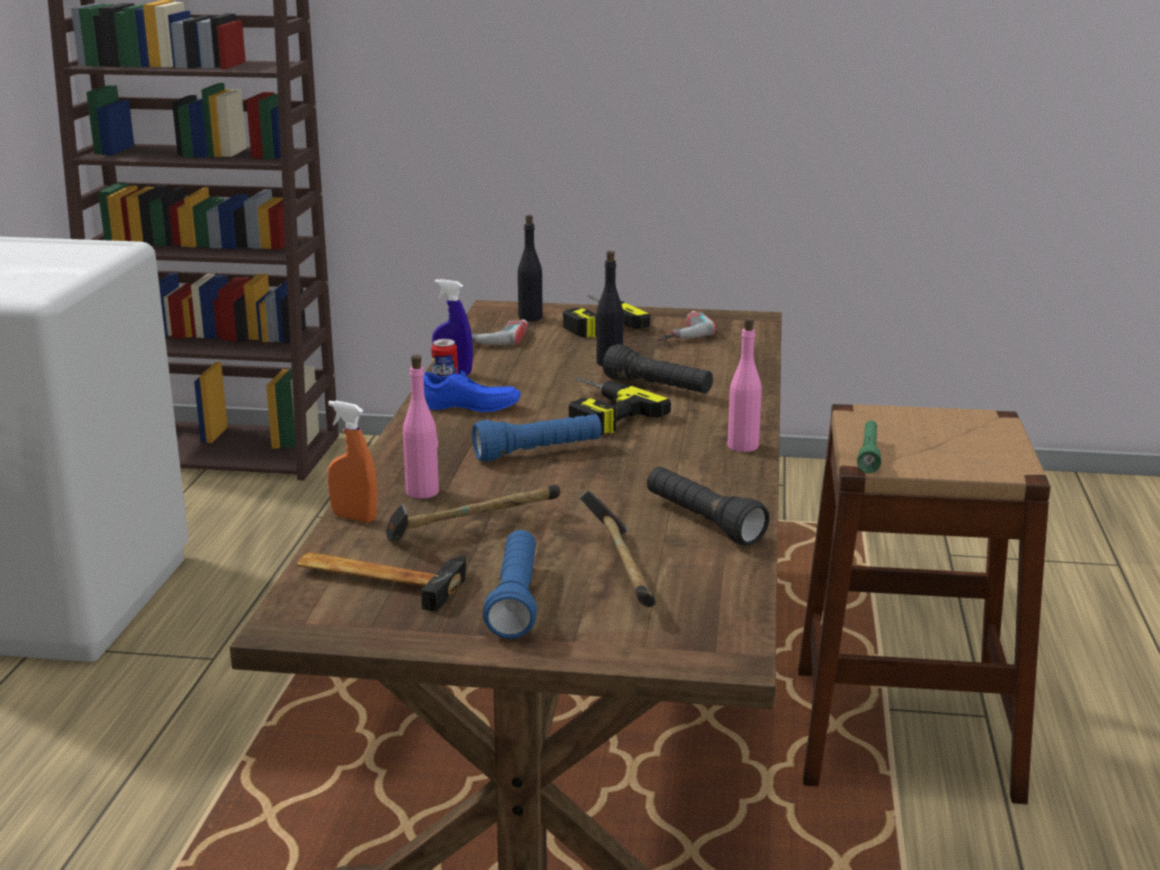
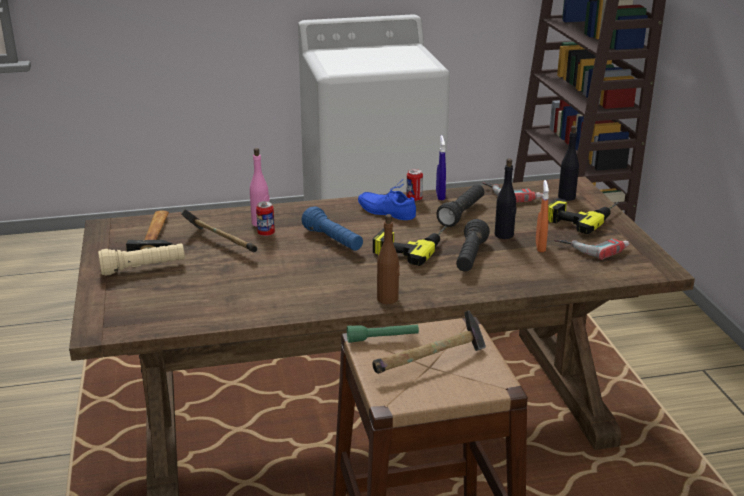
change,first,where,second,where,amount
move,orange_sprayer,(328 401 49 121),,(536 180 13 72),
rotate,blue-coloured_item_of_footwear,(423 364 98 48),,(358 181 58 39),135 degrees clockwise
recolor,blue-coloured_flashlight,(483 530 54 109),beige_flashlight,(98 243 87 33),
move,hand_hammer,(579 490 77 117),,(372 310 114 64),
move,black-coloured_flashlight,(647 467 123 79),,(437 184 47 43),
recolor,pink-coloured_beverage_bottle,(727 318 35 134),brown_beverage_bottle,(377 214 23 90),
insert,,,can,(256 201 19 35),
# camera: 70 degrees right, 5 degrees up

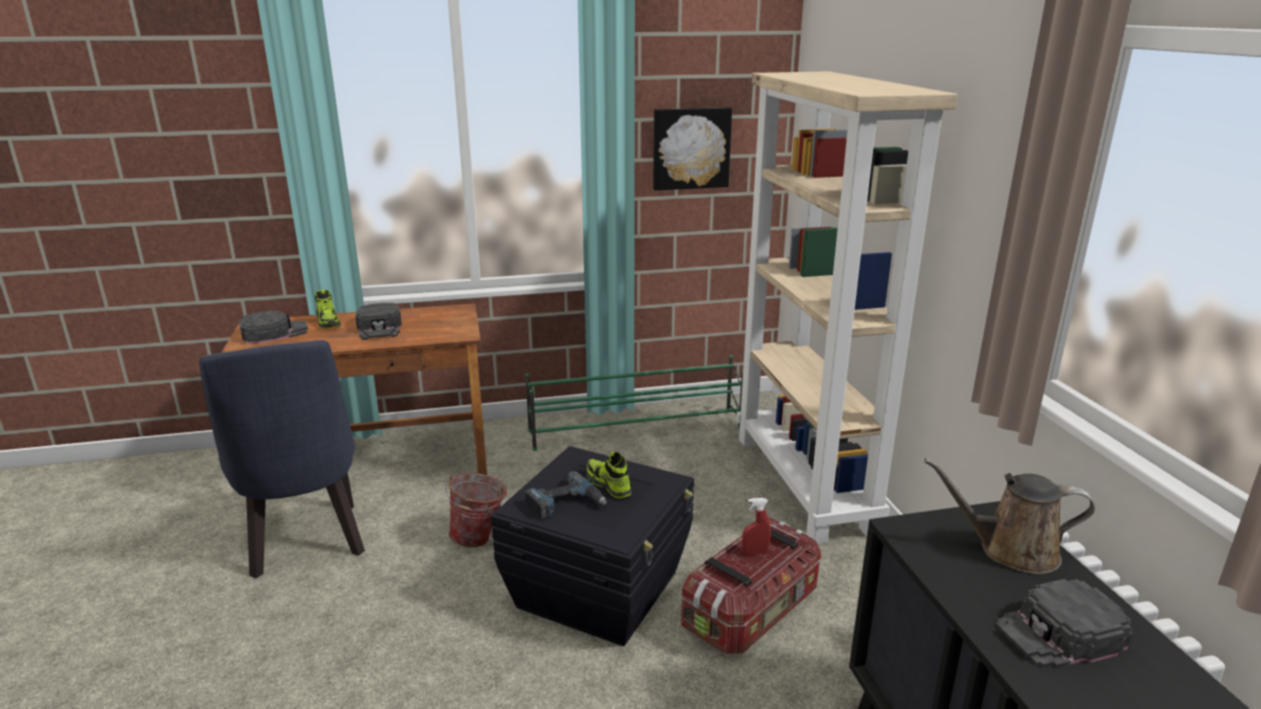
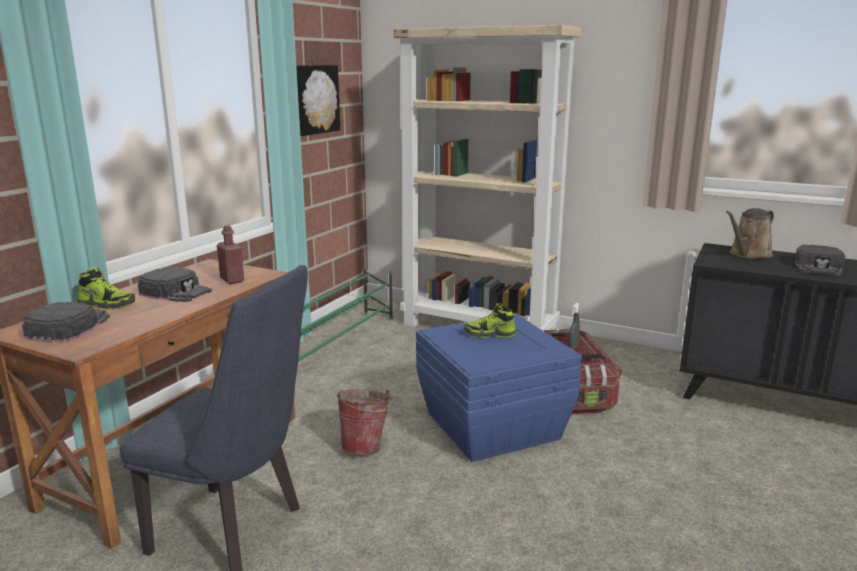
change,first,where,second,where,amount
recolor,black-coloured_storage_container,(491 446 203 200),blue-coloured_storage_container,(416 314 166 148),
delete,power_drill,(525 471 82 48),,,
recolor,red-coloured_sprayer,(742 498 29 57),gray_sprayer,(568 303 12 46),
insert,,,red-coloured_beverage_bottle,(217 225 27 59),
# camera: 50 degrees left, 5 degrees down

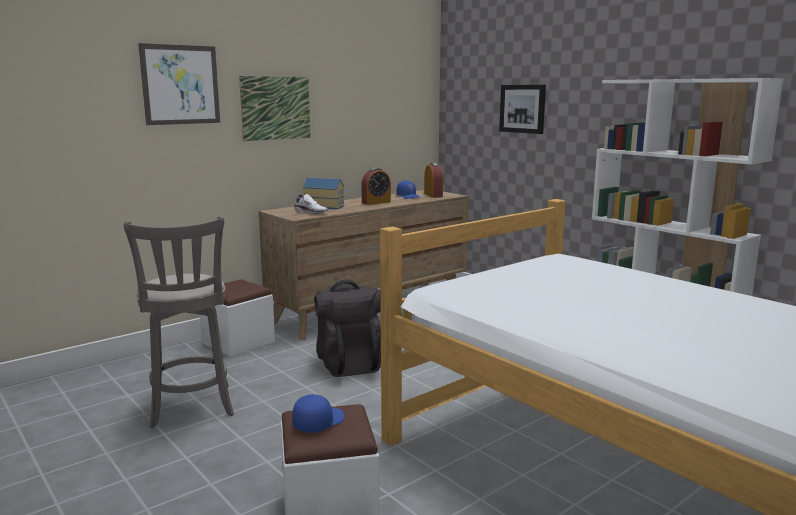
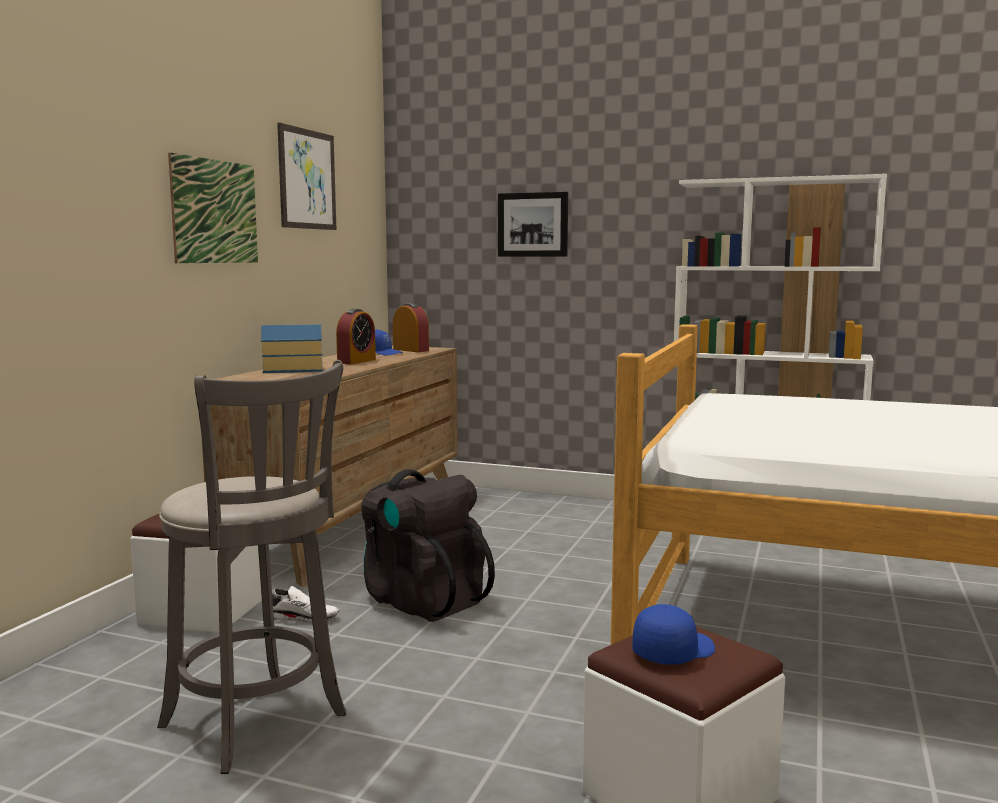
change,first,where,second,where,amount
move,wall_picture,(138 43 82 82),,(277 123 59 107),
rotate,blue-coloured_peaked_cap,(292 394 53 39),,(632 604 83 61),45 degrees clockwise
move,whitish_item_of_footwear,(294 194 34 20),,(272 586 68 38),
# camera: 30 degrees left, 5 degrees down

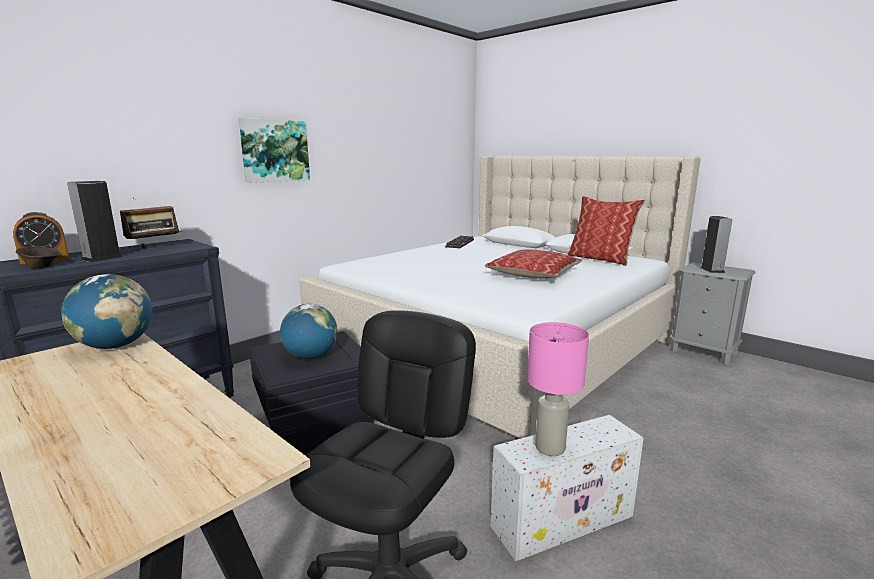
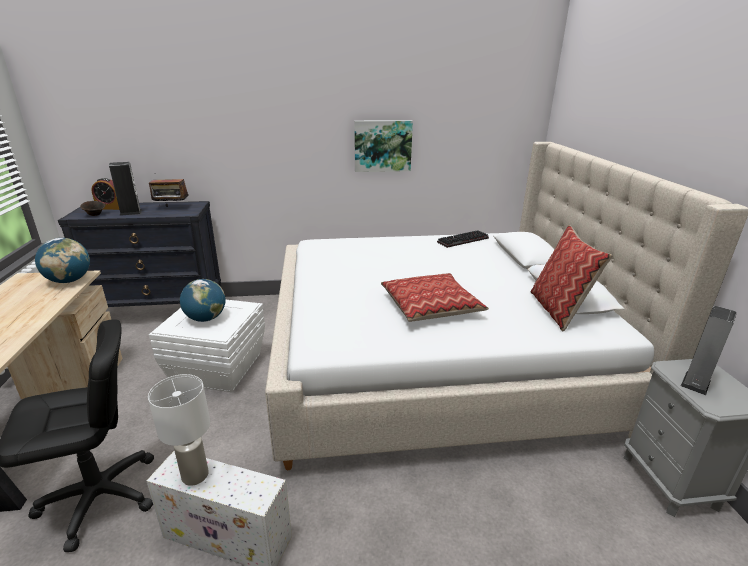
change,first,where,second,where,amount
move,wall_picture,(239 118 71 65),,(354 120 59 52),
recolor,black-coloured_storage_container,(249 331 125 124),whitish_storage_container,(149 300 116 92),
recolor,pink-coloured_table_lamp,(527 322 62 134),whitish_table_lamp,(148 374 62 112),
# camera: 40 degrees right, 10 degrees up

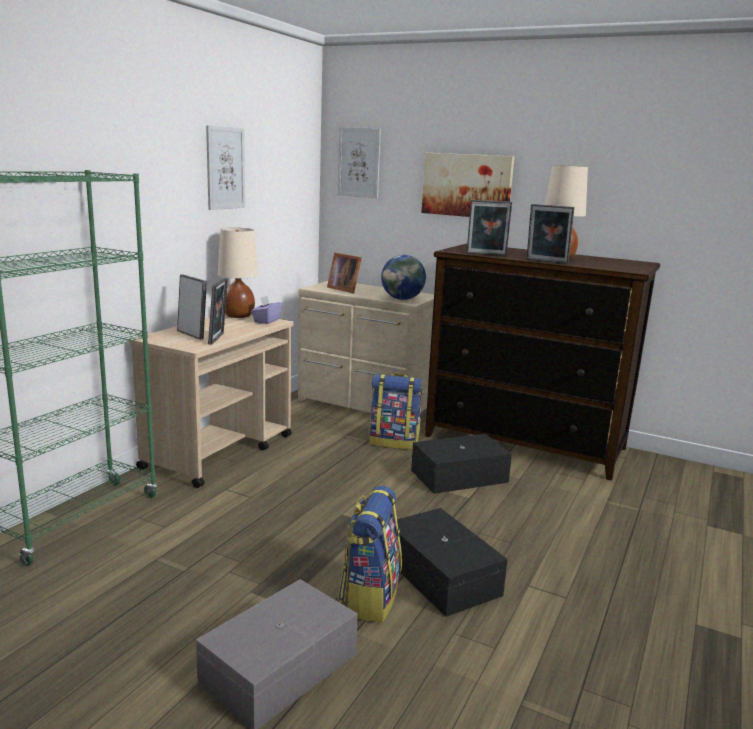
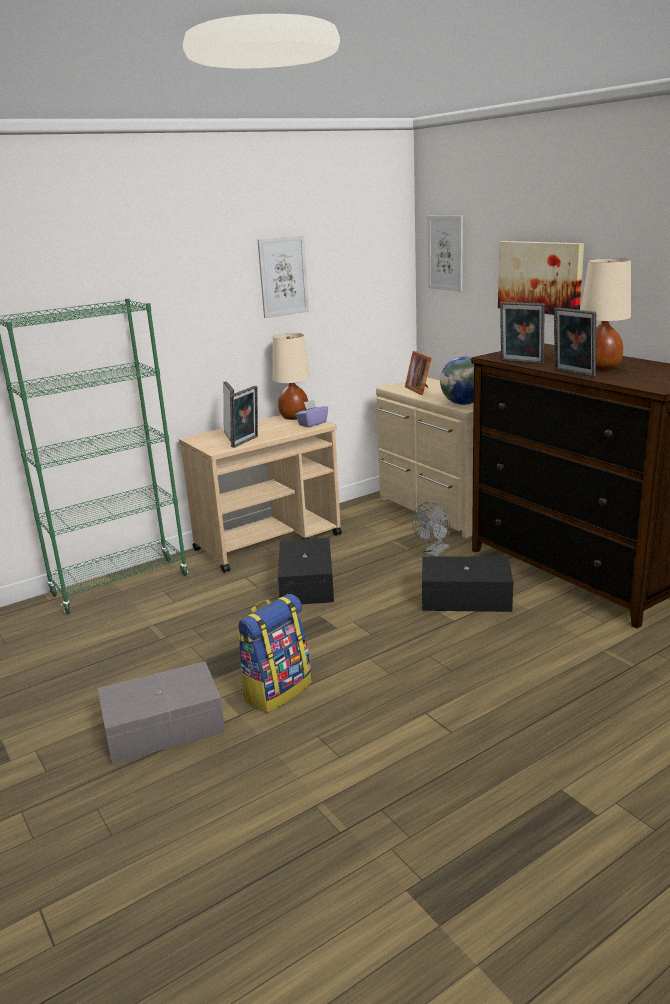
change,first,where,second,where,amount
replace,knapsack,(369 373 54 77),gray_fan,(412 502 38 54),
move,black-coloured_storage_container,(397 508 111 109),,(278 538 56 66),
# camera: 30 degrees right, 5 degrees up

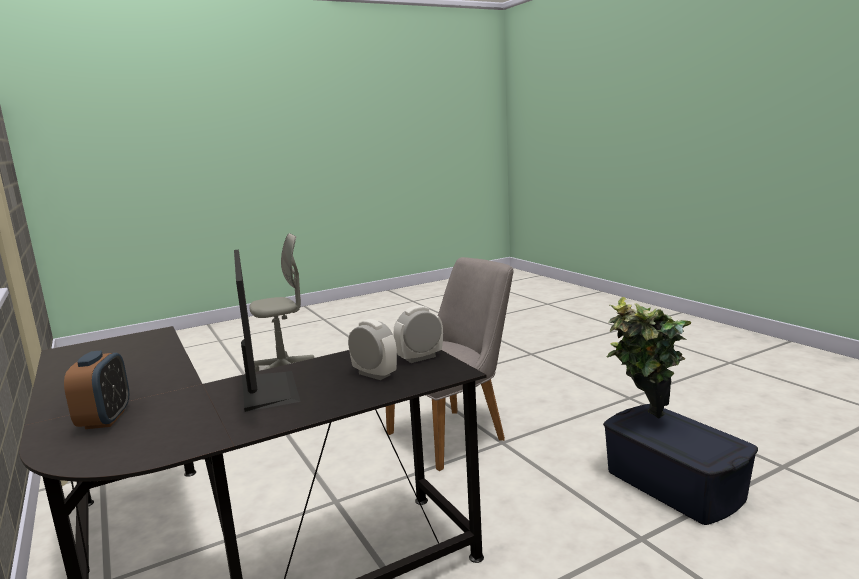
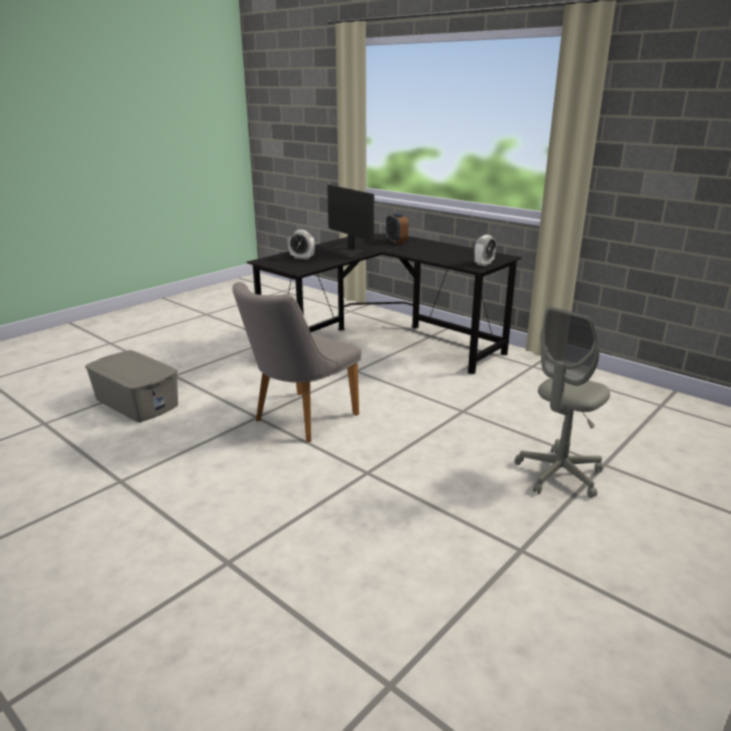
change,first,where,second,where,amount
move,bedside_clock,(394 305 49 58),,(474 235 23 31),
recolor,blue-coloured_storage_container,(603 404 155 121),gray_storage_container,(85 350 93 72),
delete,potted_plant,(607 297 85 122),,,
# camera: 160 degrees right, 10 degrees up

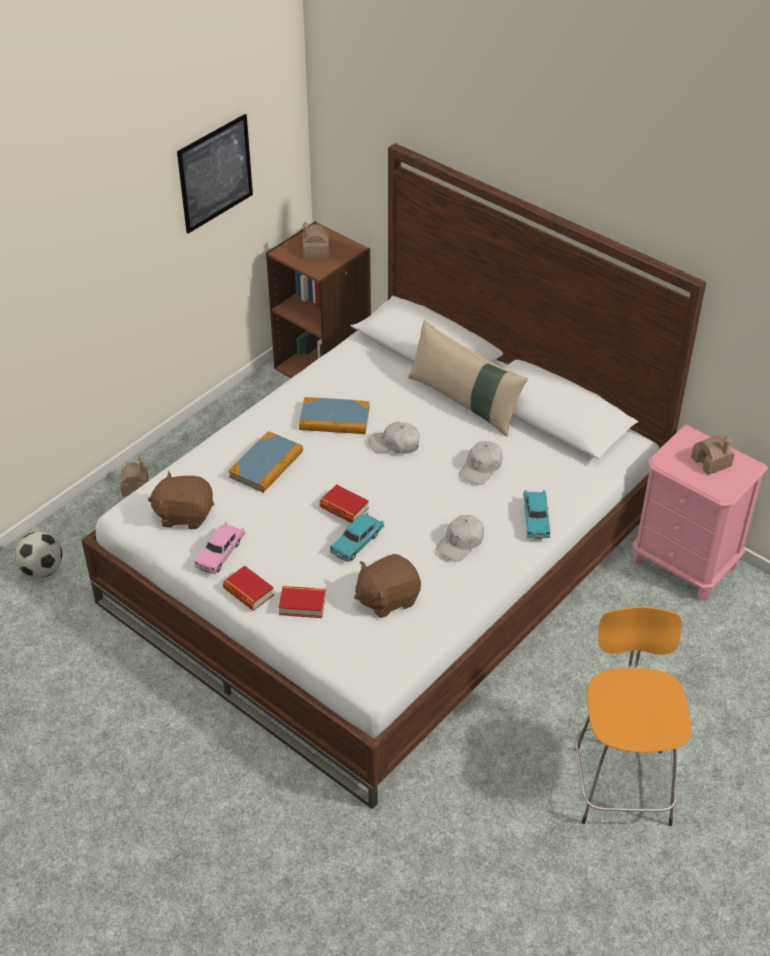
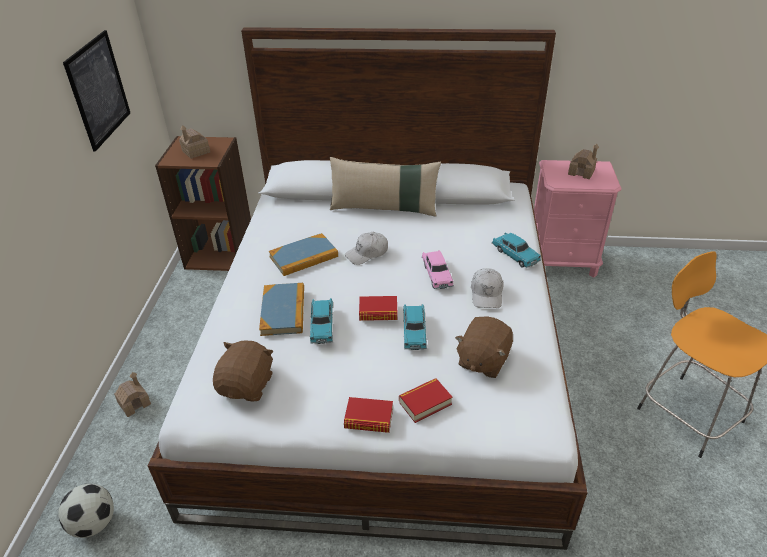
change,first,where,second,where,amount
rotate,brown_plush_toy,(148 471 66 58),,(213 340 61 62),135 degrees clockwise
move,pink-coloured_model_car,(194 522 51 52),,(422 250 32 39),
delete,whitish_peaked_cap,(459 441 43 44),,,
insert,,,turquoise_model_car,(310 298 23 46),
# camera: 35 degrees left, 5 degrees down

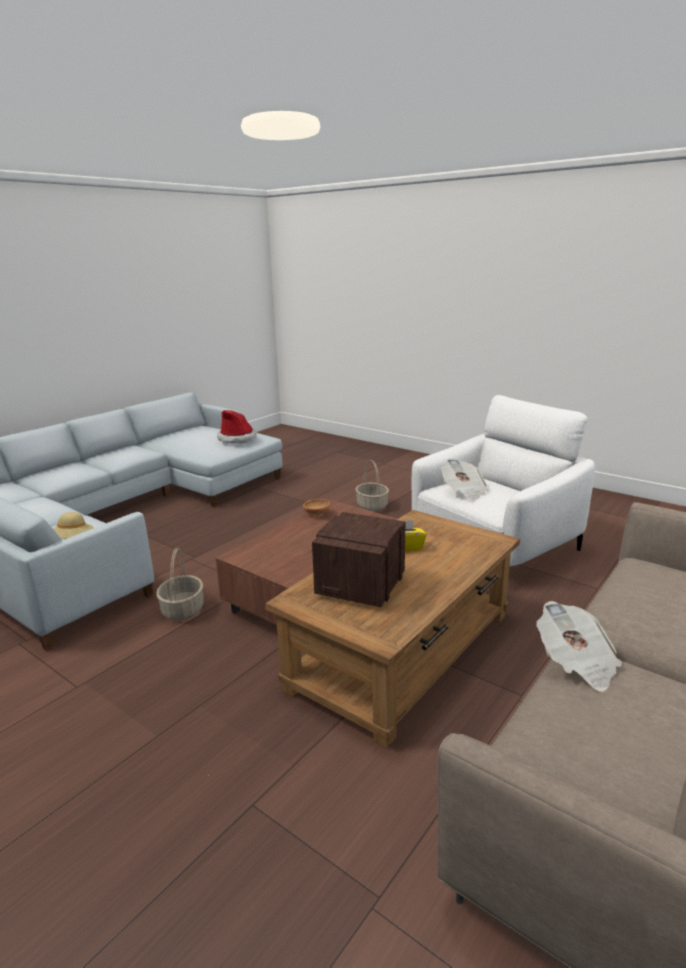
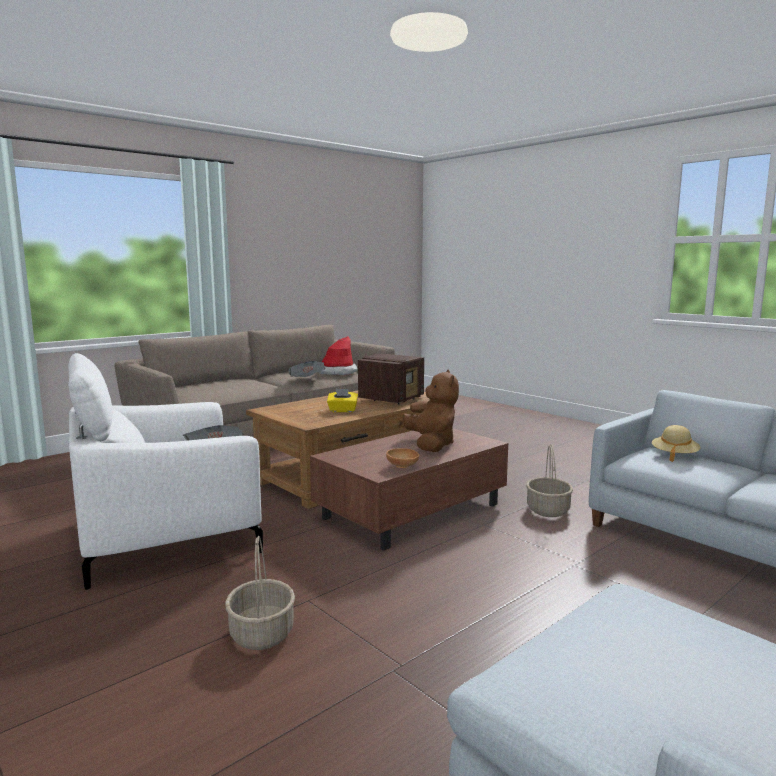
change,first,where,second,where,amount
move,wearable_hat,(217 410 40 34),,(319 336 38 39),
insert,,,brown_plush_toy,(403 370 56 82),
# camera: 170 degrees left, 10 degrees down

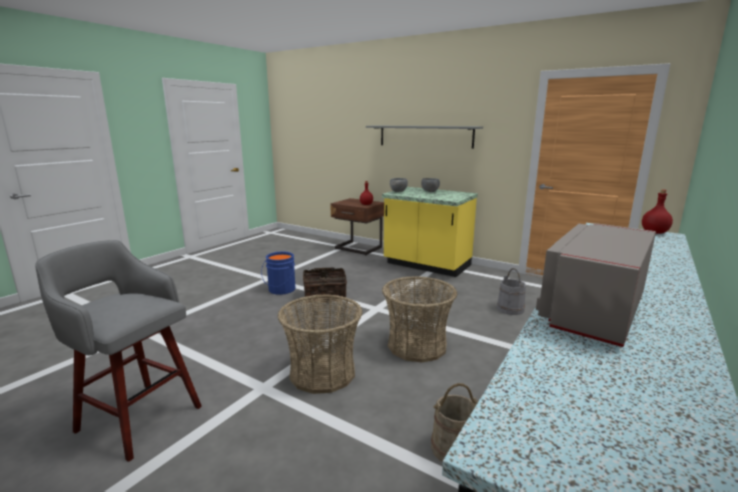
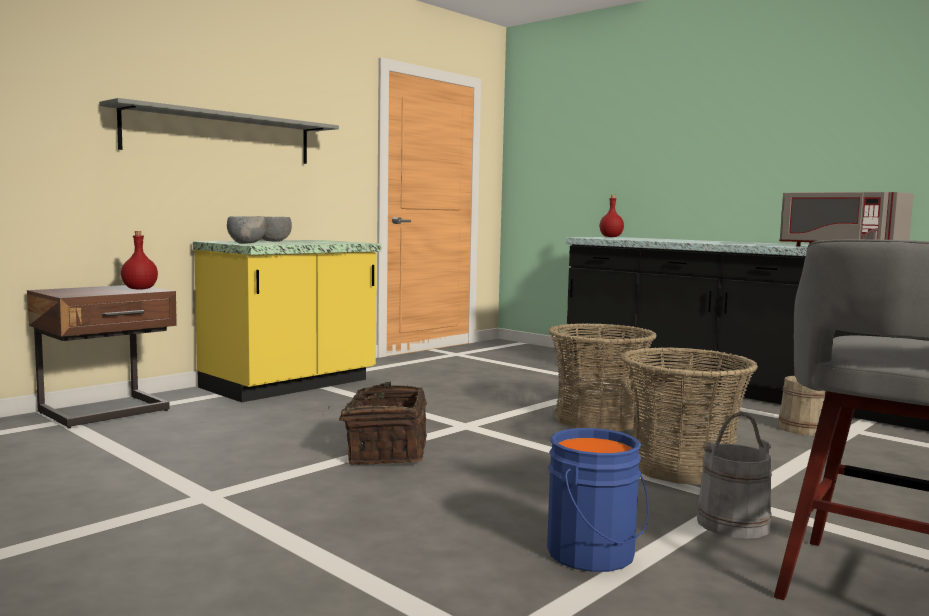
change,first,where,second,where,amount
move,blue-coloured_bucket,(261 251 35 44),,(547 428 102 144),
move,gray_bucket,(497 268 29 47),,(697 412 75 127),
# camera: 80 degrees left, 10 degrees down

